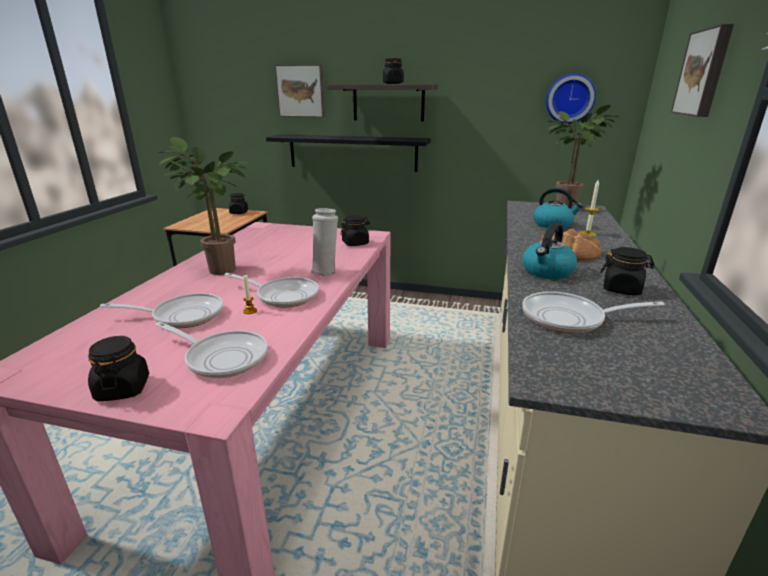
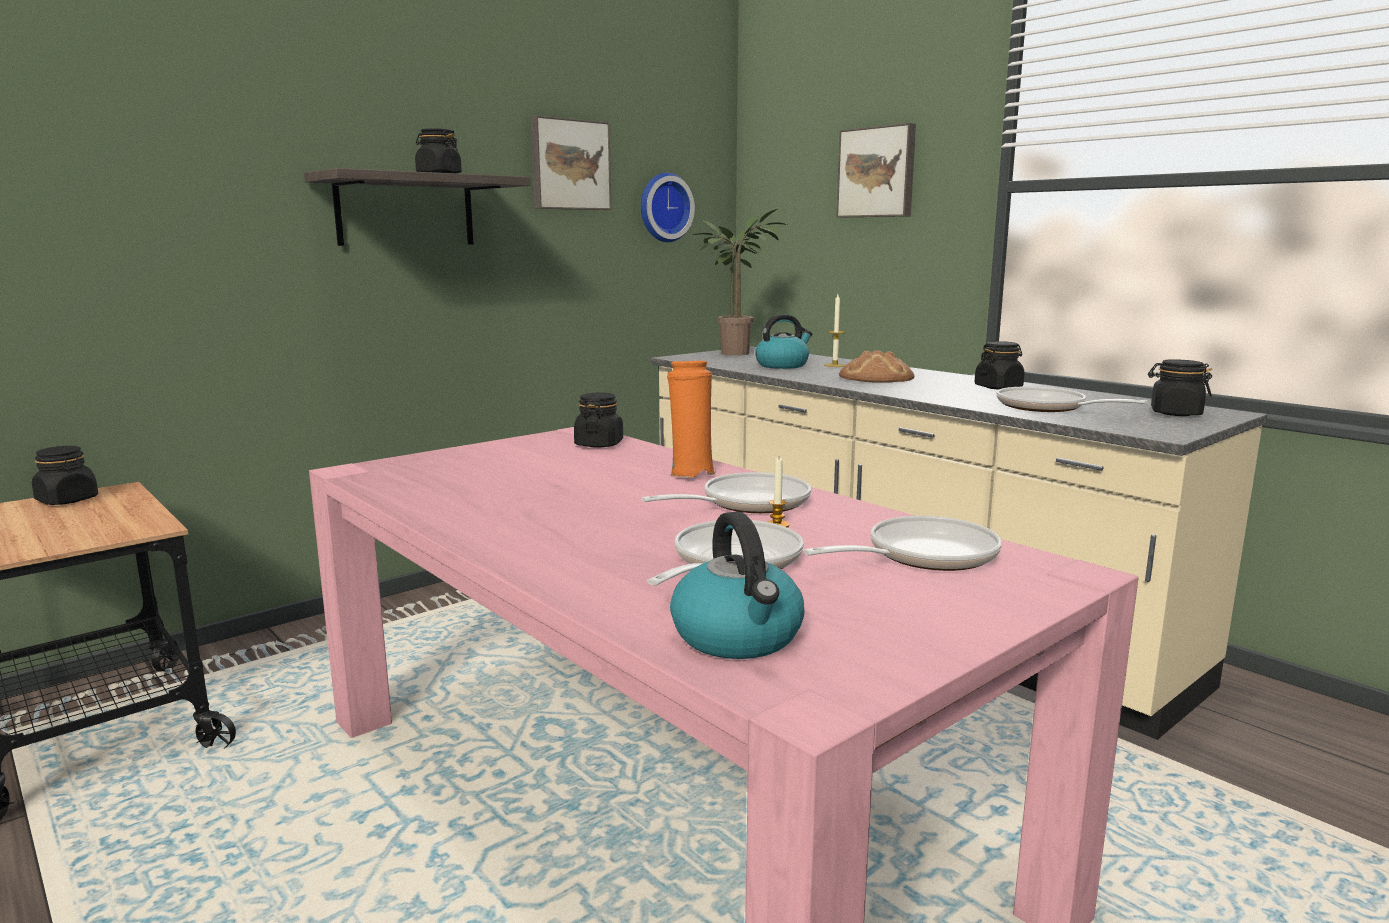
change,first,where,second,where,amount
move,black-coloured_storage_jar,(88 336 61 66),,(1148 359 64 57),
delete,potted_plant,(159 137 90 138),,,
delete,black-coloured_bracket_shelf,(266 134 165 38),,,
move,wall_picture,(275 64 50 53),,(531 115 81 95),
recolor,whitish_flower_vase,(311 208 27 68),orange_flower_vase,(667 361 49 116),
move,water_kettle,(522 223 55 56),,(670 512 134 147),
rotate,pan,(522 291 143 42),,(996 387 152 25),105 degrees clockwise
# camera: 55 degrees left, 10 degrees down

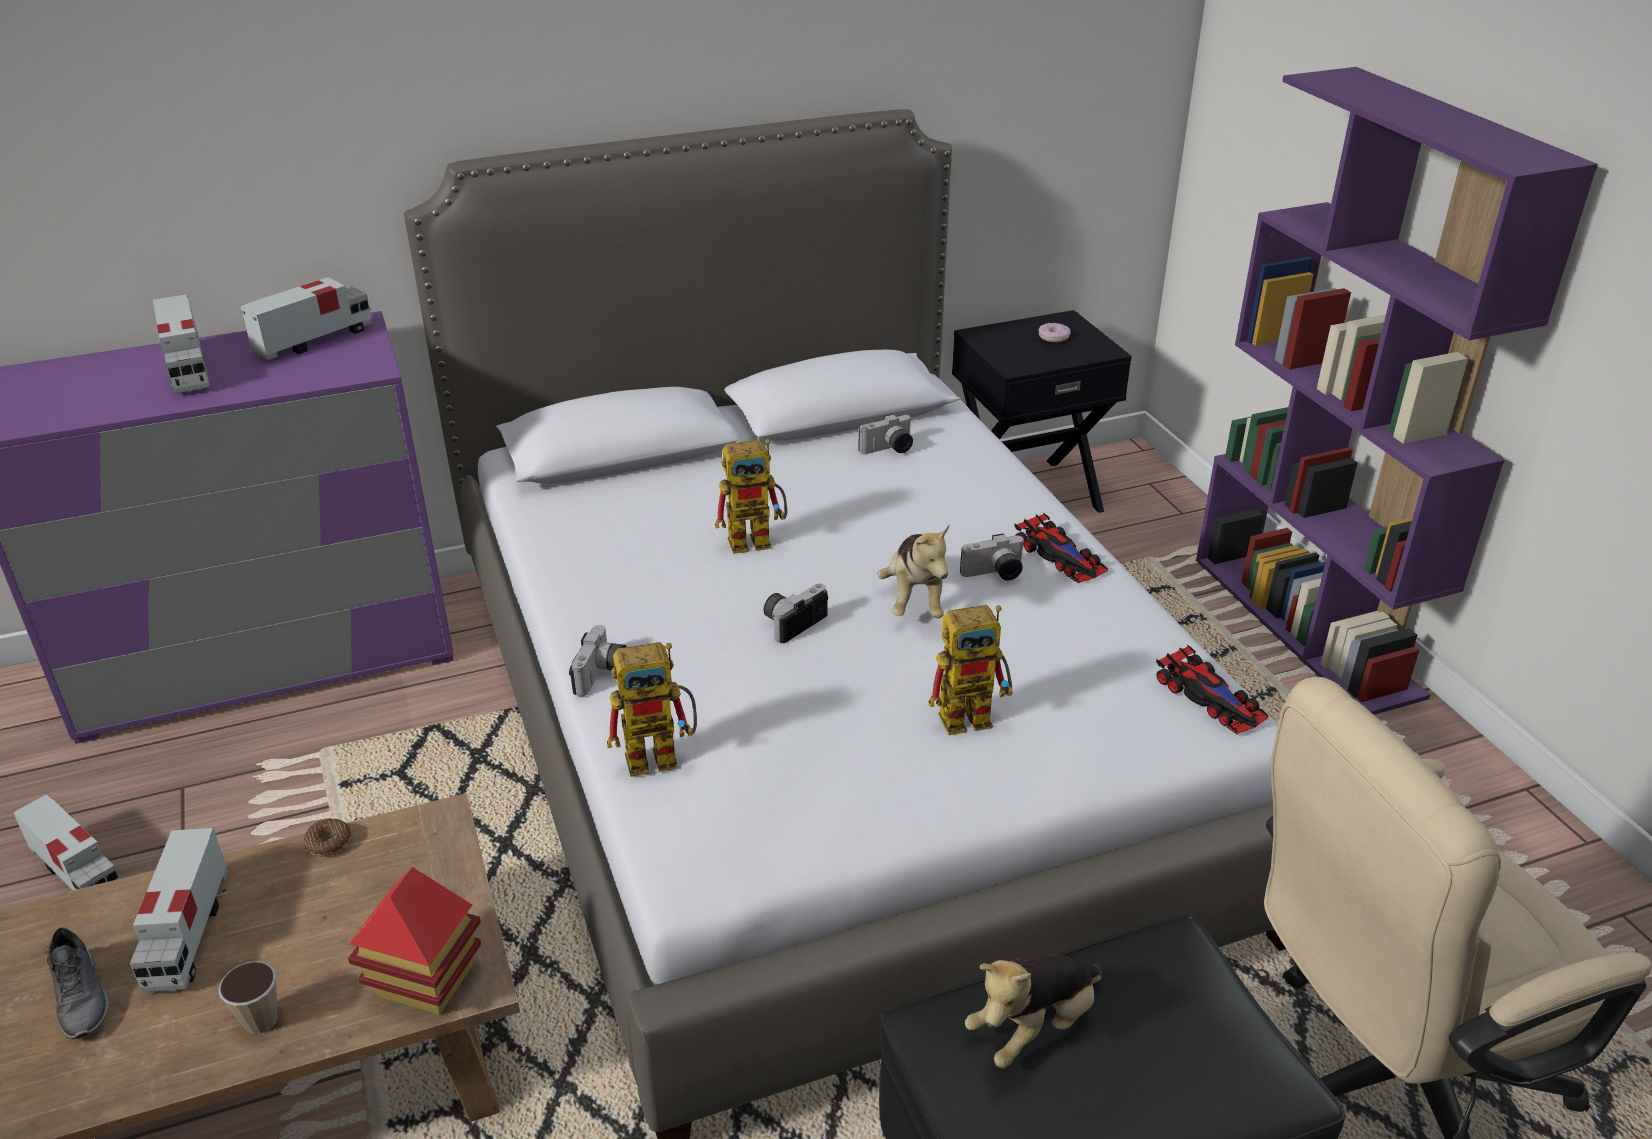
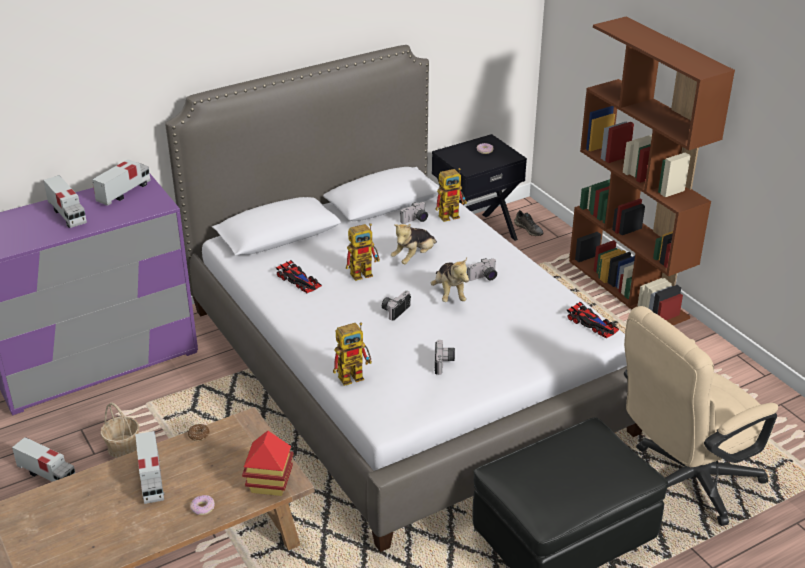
change,first,where,second,where,amount
move,gray_item_of_footwear,(47 927 63 112),,(514 210 30 26),
replace,cup,(218 961 60 73),ring_doughnut,(190 495 25 20),
move,photo_camera,(569 625 58 71),,(435 340 20 35),
move,robot_figure,(928 605 85 130),,(435 168 32 54),
move,plush_toy,(965 954 138 114),,(391 224 46 40),
move,model_car,(1015 512 93 72),,(276 260 45 33),
recolor,purple_bookshelf,(1196 67 402 648),brown_bookshelf,(569 17 166 308),
insert,,,household_basket,(100 402 39 56),
# camera: 10 degrees left, 0 degrees up

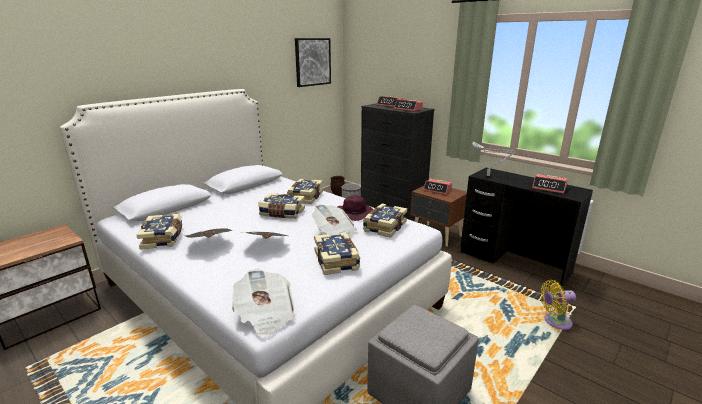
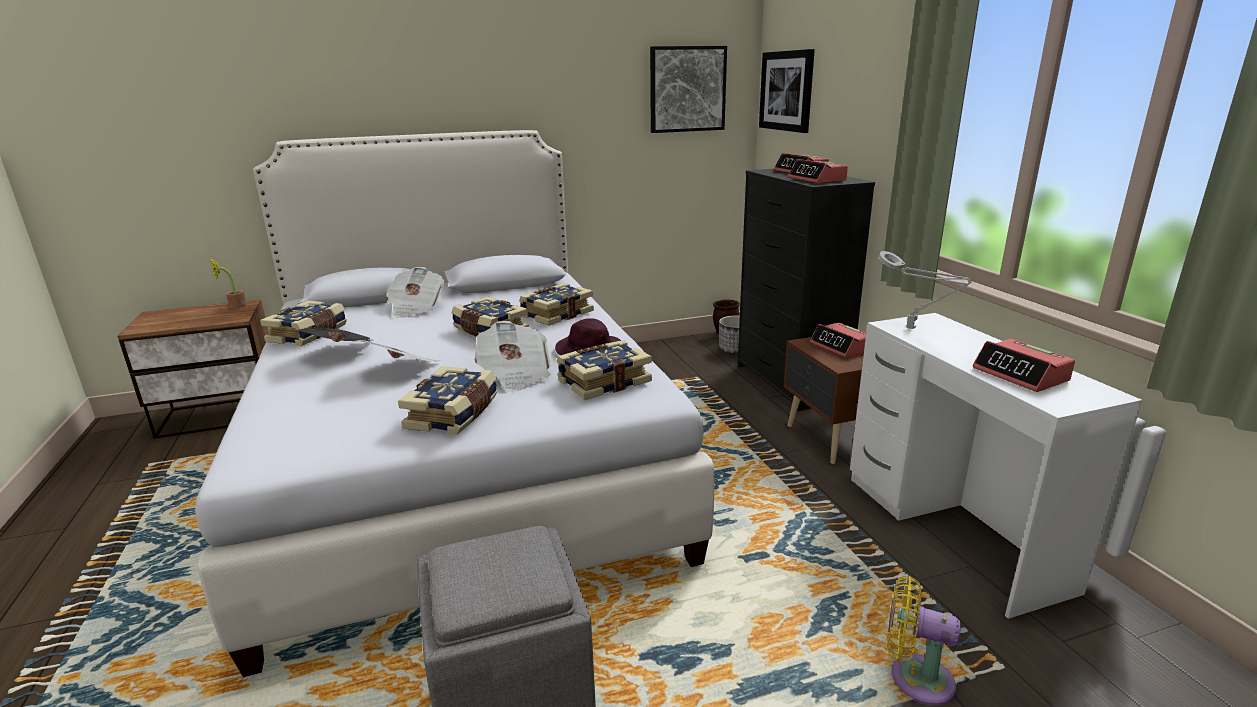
change,first,where,second,where,amount
move,printed_paper,(232 269 63 69),,(385 267 60 51),
recolor,black-coloured_desk,(461 168 132 119),whitish_desk,(850 313 292 306),
insert,,,potted_plant,(210 257 37 51),
insert,,,wall_picture,(759 49 56 84),
# camera: 30 degrees right, 0 degrees up

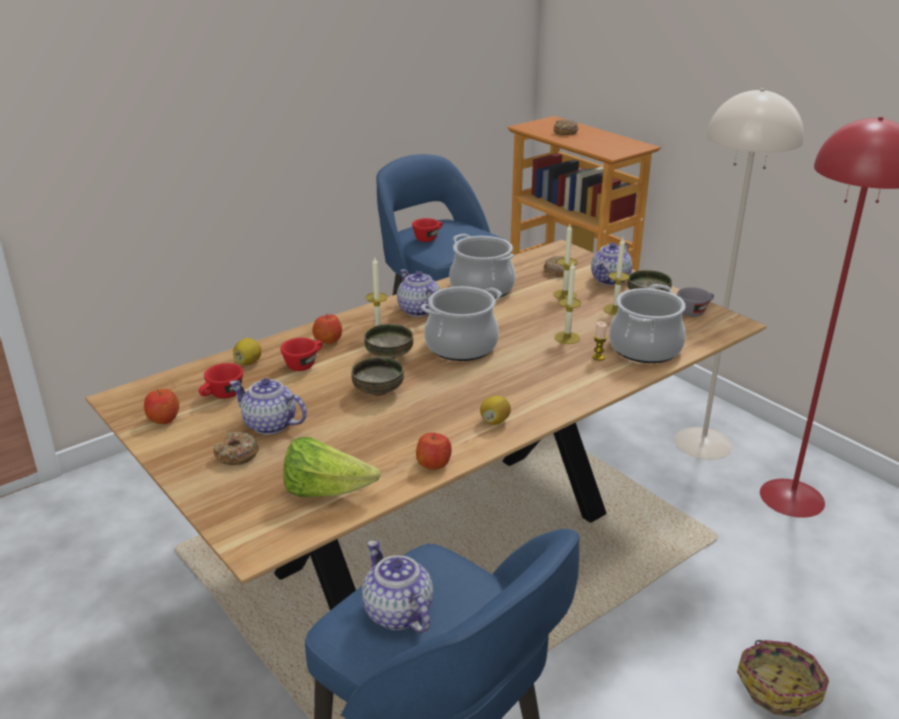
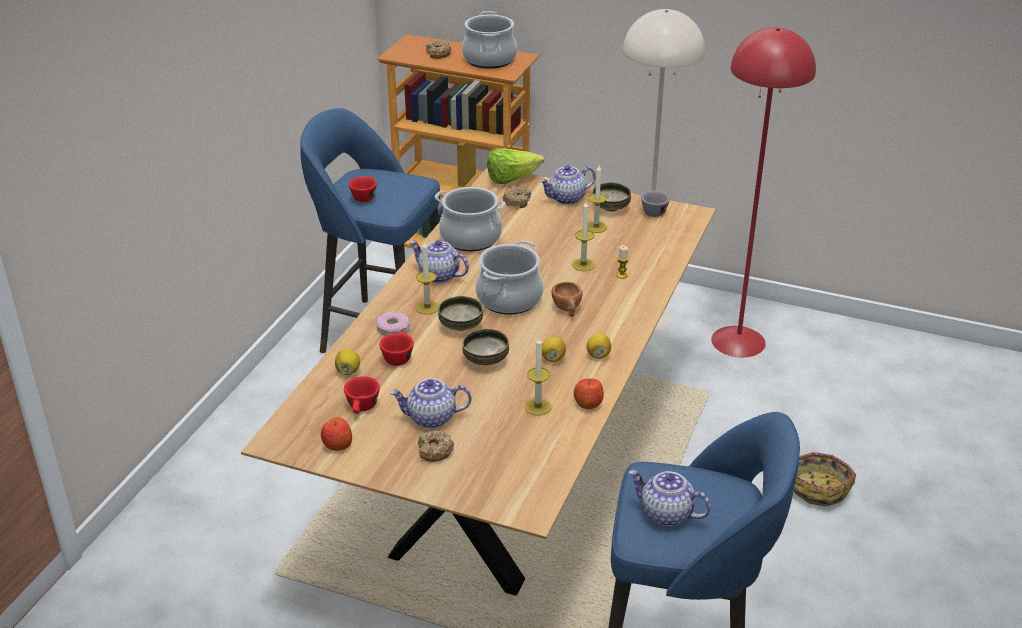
change,first,where,second,where,amount
move,lettuce,(283 437 98 60),,(487 148 57 36),
replace,whole_apple,(312 315 30 29),ring_doughnut,(376 311 34 25),
move,candle,(553 224 24 75),,(525 337 26 79),
rotate,teapot,(591 242 41 44),,(539 165 56 40),60 degrees clockwise
move,saucepot,(609 284 77 79),,(462 11 55 58),
insert,,,citrus_fruit,(542 337 24 25),
insert,,,brown_cup,(551 282 32 35),
# camera: 30 degrees left, 5 degrees up

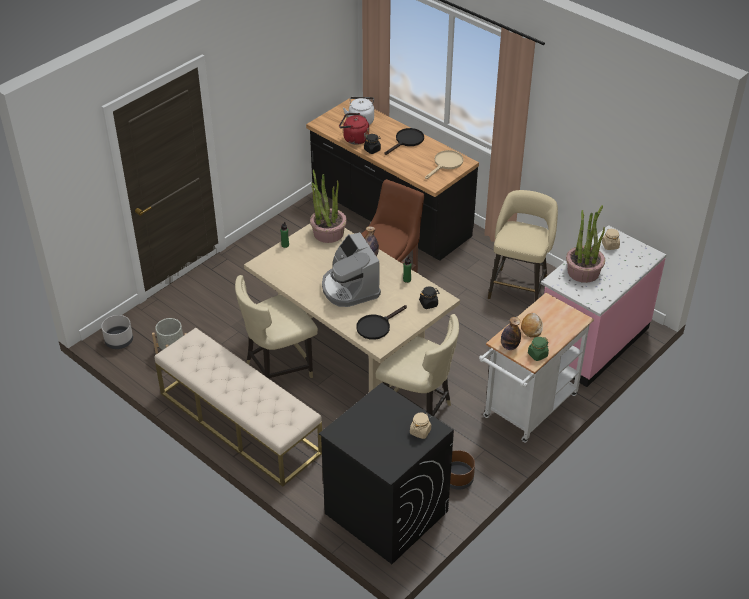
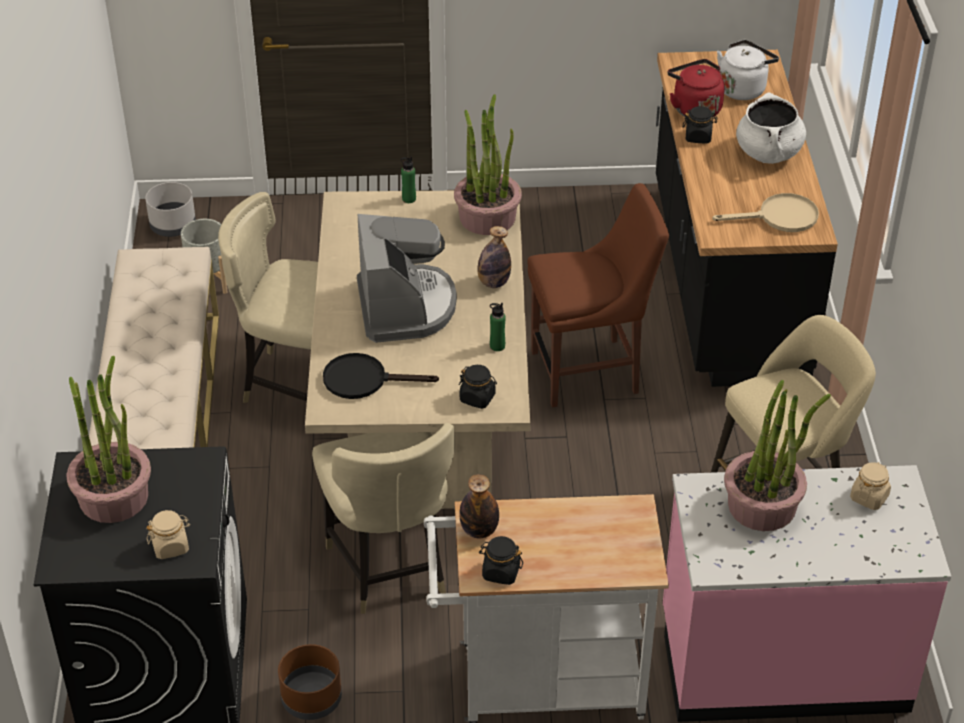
change,first,where,second,where,amount
rotate,coffee_machine,(322 232 59 75),,(357 214 100 129),150 degrees clockwise
replace,black-coloured_pan,(384 128 40 27),whitish_saucepot,(736 92 70 72),
delete,bakery_bread,(521 313 22 25),,,
recolor,green_storage_jar,(528 337 21 24),black-coloured_storage_jar,(479 536 44 49),
insert,,,potted_plant,(66 356 85 167),
# camera: 45 degrees right, 0 degrees up

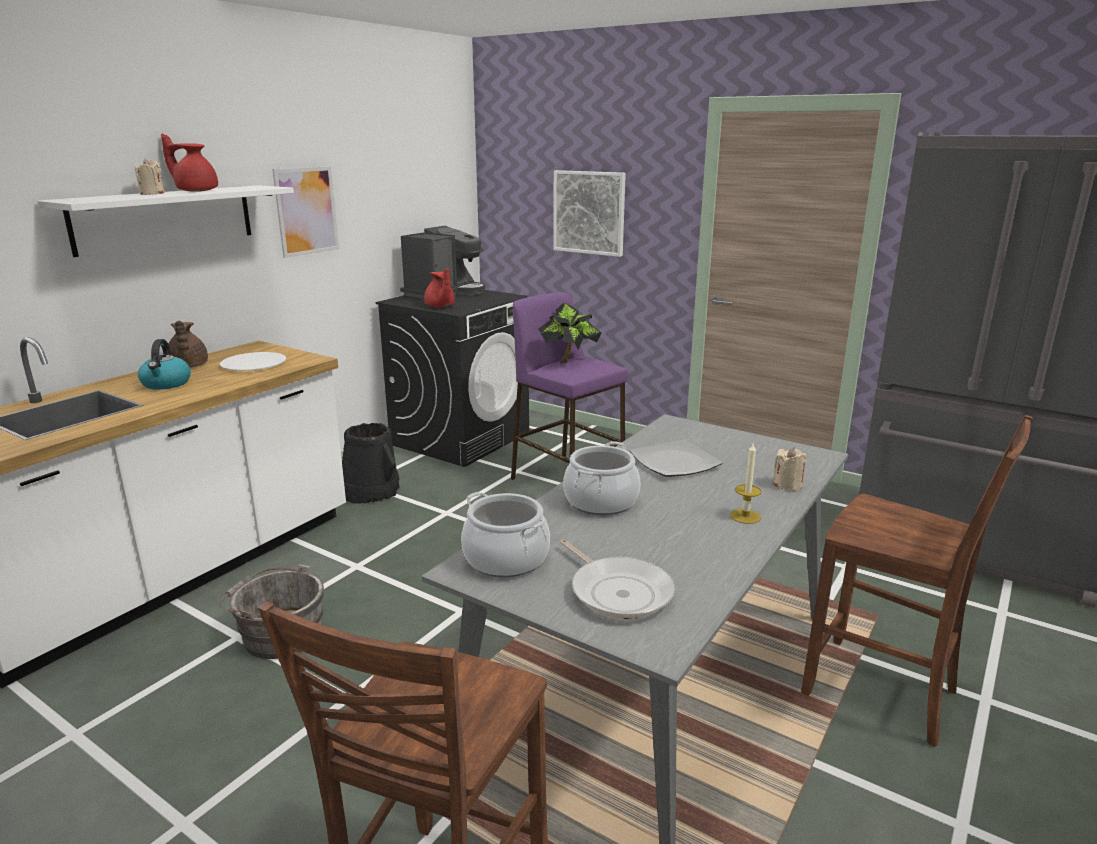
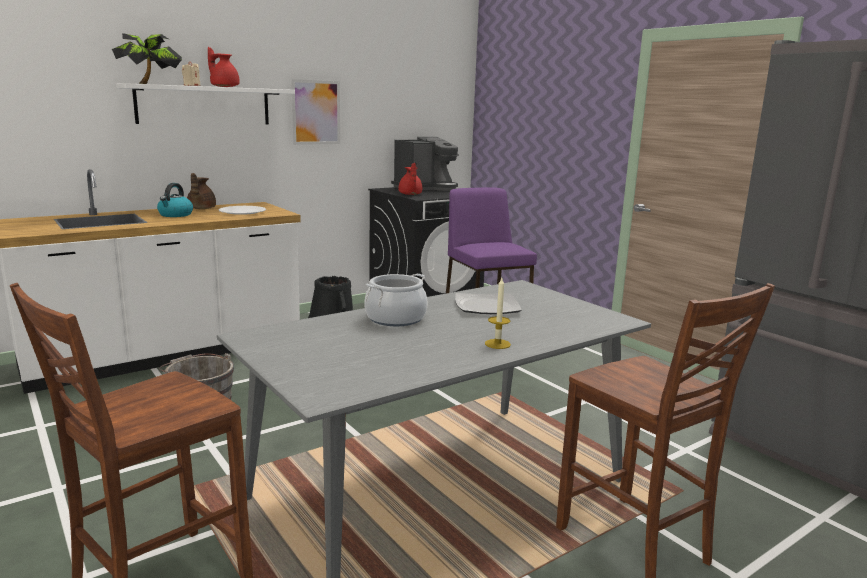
change,first,where,second,where,amount
delete,saucepot,(461 492 89 85),,,
move,potted_plant,(538 302 64 62),,(112 33 70 51),
delete,wall_picture,(553 170 73 87),,,
delete,pan,(560 539 115 80),,,
delete,beige_candle,(772 447 34 44),,,
# camera: 20 degrees right, 5 degrees down

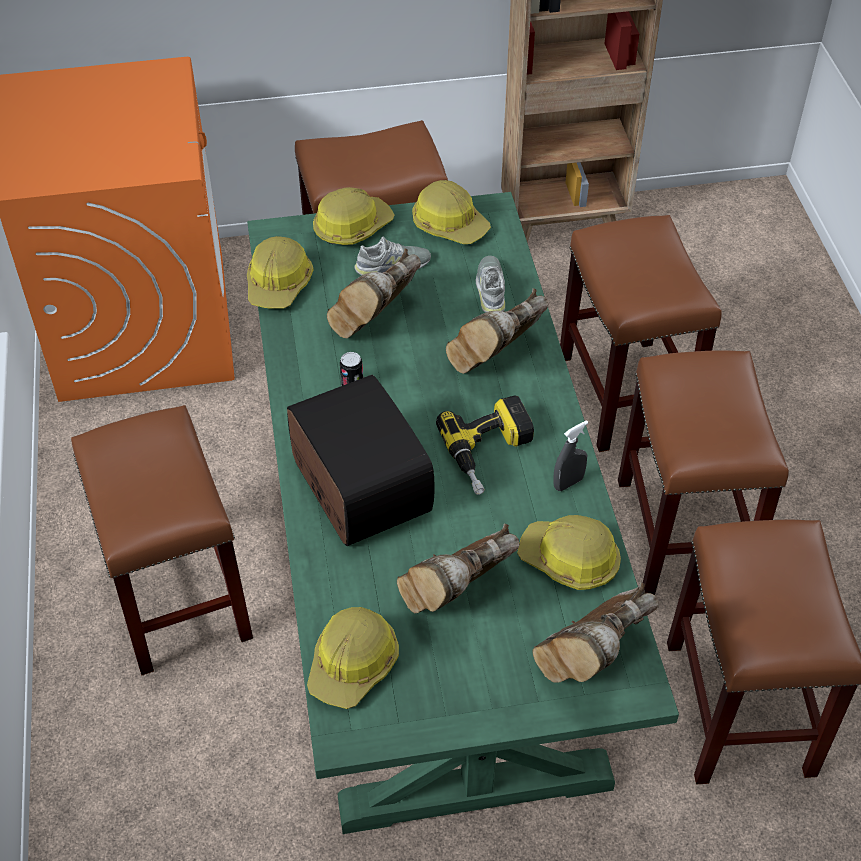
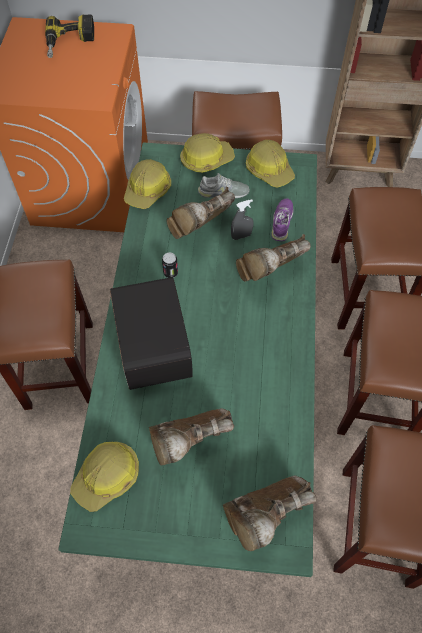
change,first,where,second,where,amount
move,power_drill,(436 395 98 100),,(45 14 49 44),
recolor,gray_item_of_footwear,(476 256 29 56),purple_item_of_footwear,(272 199 21 42),
delete,safety_helmet,(517 515 104 75),,,
move,gray_sprayer,(553 421 35 70),,(231 199 22 41),
# camera: 15 degrees right, 10 degrees up

